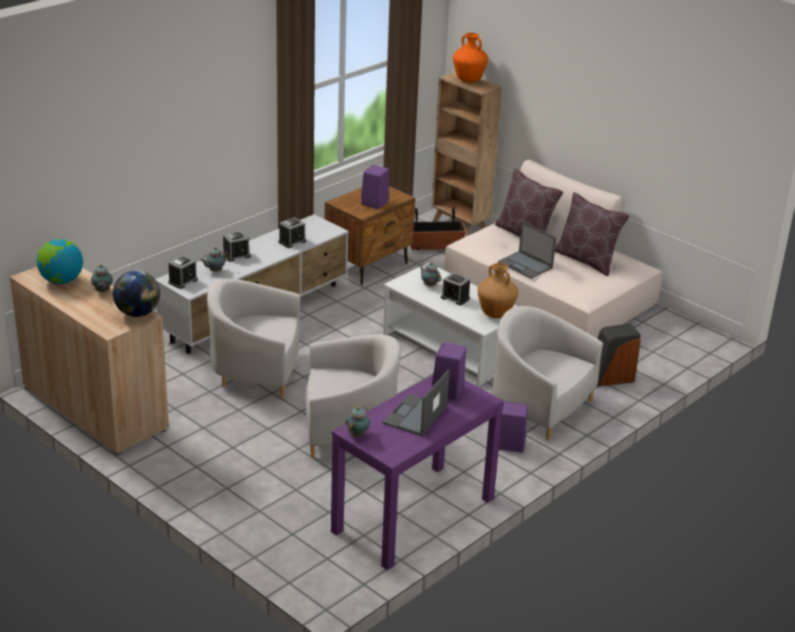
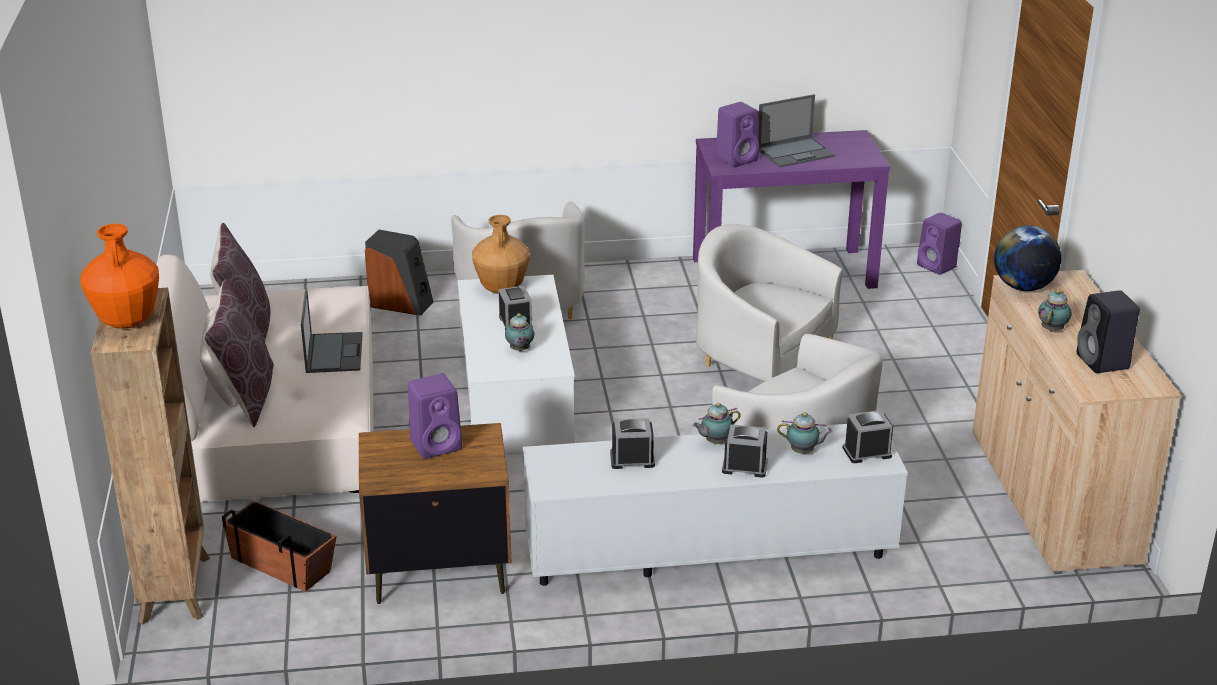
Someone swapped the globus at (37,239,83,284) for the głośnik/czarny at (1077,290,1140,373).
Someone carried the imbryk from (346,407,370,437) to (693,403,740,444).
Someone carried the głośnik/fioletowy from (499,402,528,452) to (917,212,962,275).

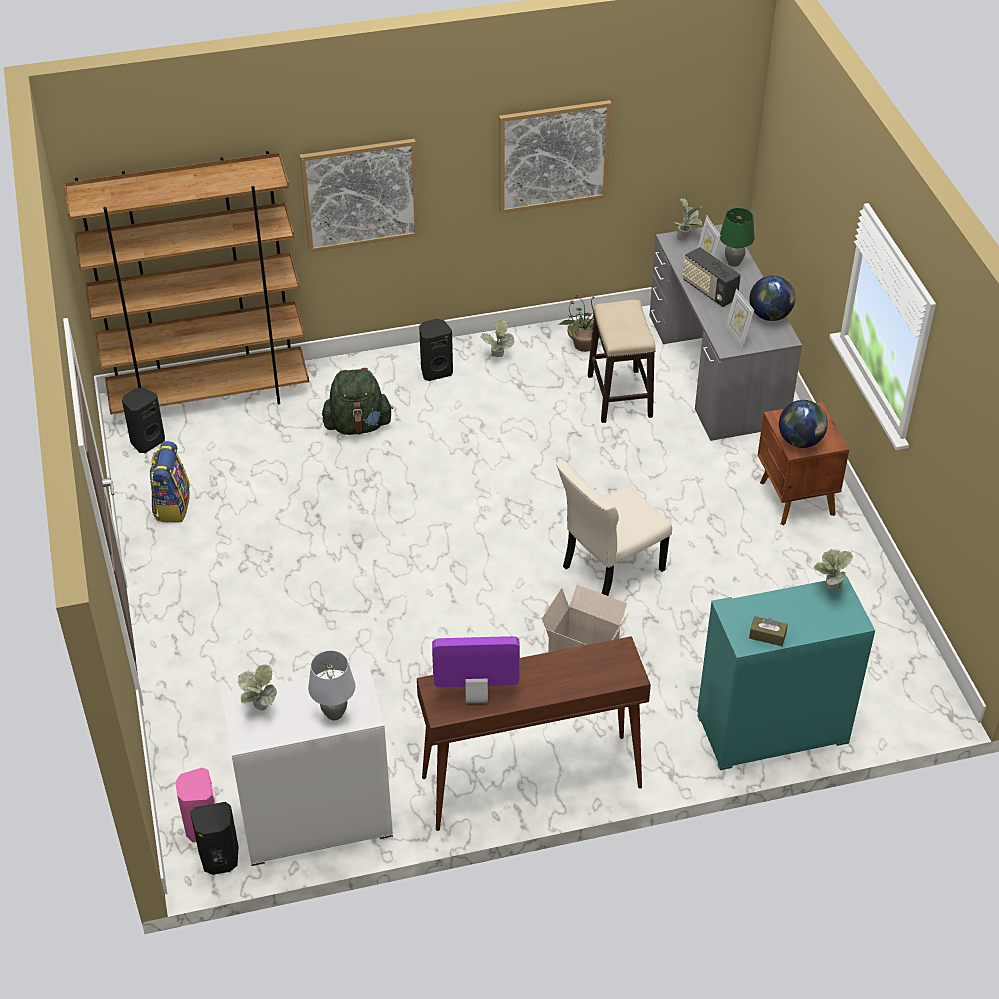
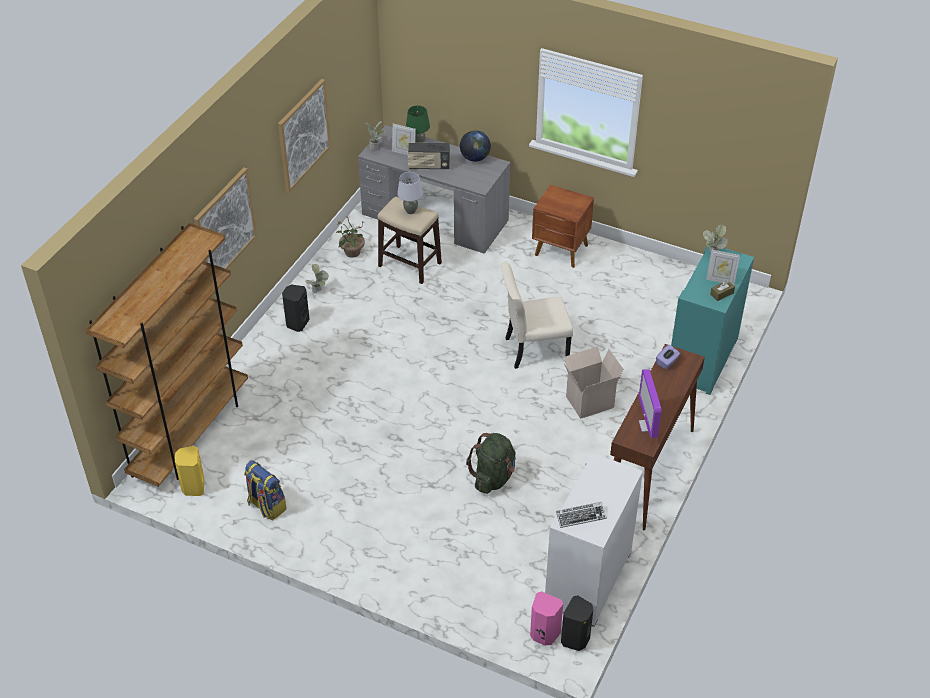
Someone repainted the głośnik/czarny at (122,387,165,453), which became the głośnik/żółty at (175,446,204,496).
Someone swapped the roślina doniczkowa at (238,665,277,711) for the klawiatura at (556,502,607,528).
Someone carried the lampa stołowa/szary from (308,650,355,720) to (397,172,423,214).
Someone carried the plecak/zielony from (322,368,393,435) to (466,433,515,494).
Someone rotated the monitor at (432,636,520,703) by 45 degrees counterclockwise.
Someone rotated the krzesło/beżowy at (556,460,672,596) by 75 degrees clockwise.
Someone carried the ramka na zdjęcie from (725,289,754,347) to (706,250,740,285).
Someone took away the globus at (779,400,828,448).
Someone put down the pudełko chusteczek/fioletowy at (656,345,680,369).

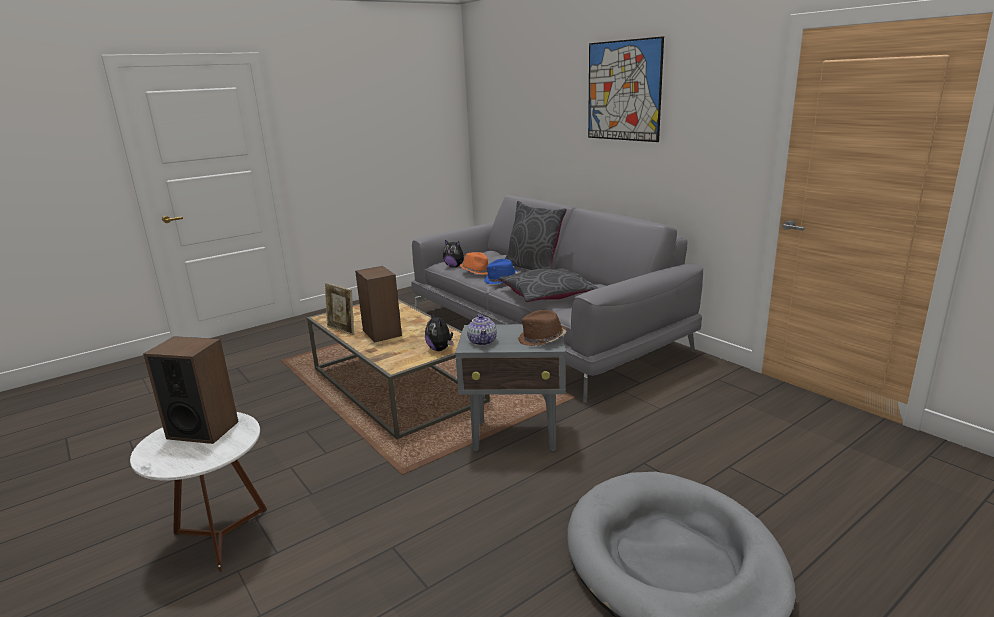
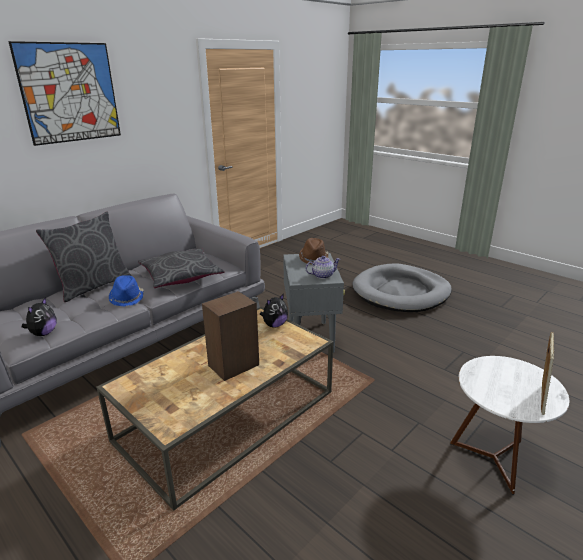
Someone took away the głośnik at (143,336,239,444).
Someone carried the ramka na zdjęcie from (325,283,354,335) to (541,332,554,415).
Someone took away the kapelusz/pomarańczowy at (460,252,488,275).

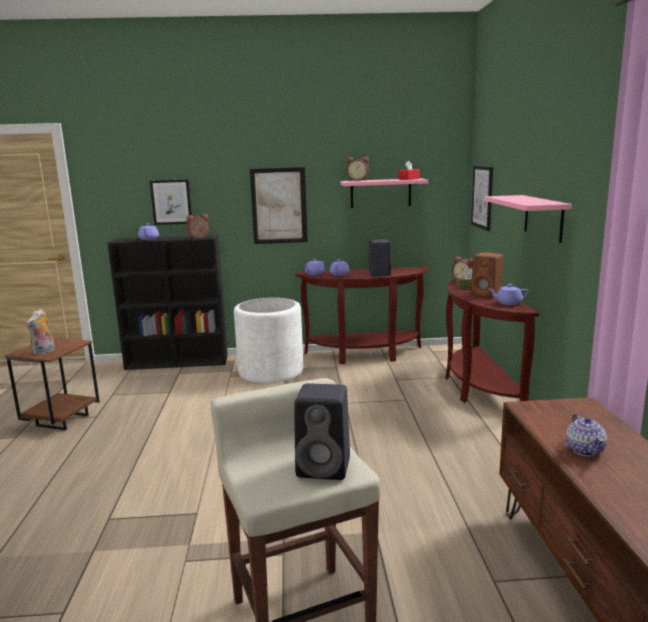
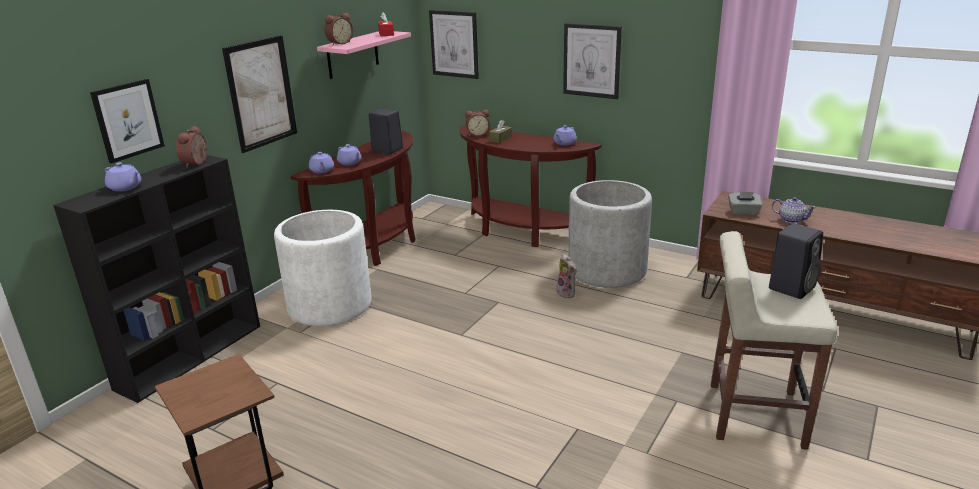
Someone carried the pluszak from (26,309,54,356) to (556,253,577,298).
Someone took away the głośnik/brązowy at (471,252,503,298).
Someone swapped the półka/różowy at (484,195,572,243) for the obraz at (563,23,622,99).
Someone put down the donica/szary at (568,180,652,288).
Someone put down the pudełko chusteczek/szary at (728,191,762,215).

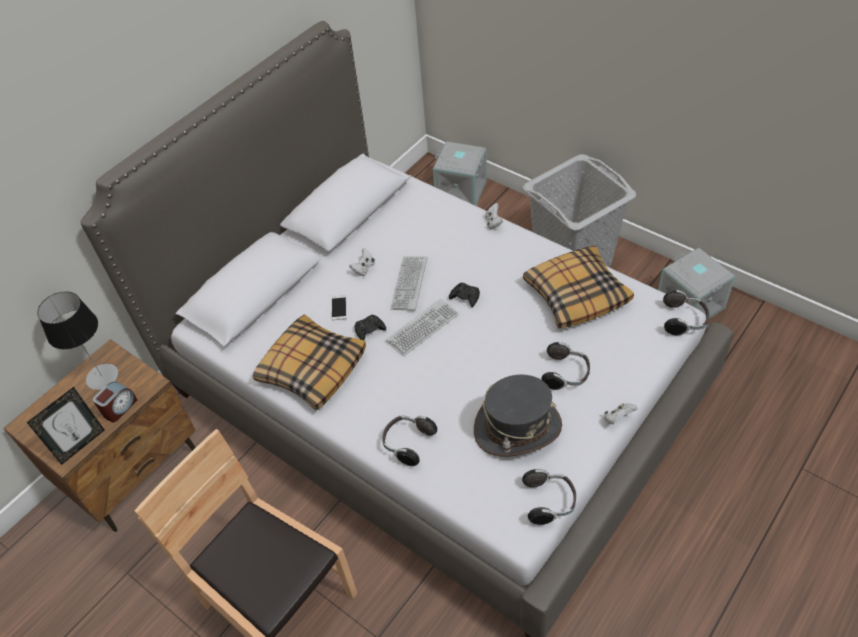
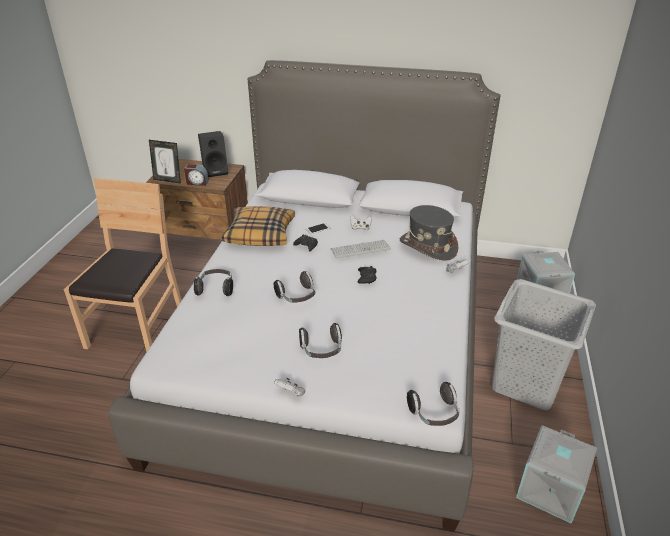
Someone swapped the lampa stołowa at (37,291,119,390) for the głośnik/czarny at (198,131,228,177).
Someone took away the klawiatura at (386,299,458,356).
Someone carried the kapelusz/szary from (474,374,562,457) to (400,205,458,261).
Someone carried the słuchawki from (522,469,576,525) to (274,271,315,303).
Someone took away the poduszka at (523,246,634,328).

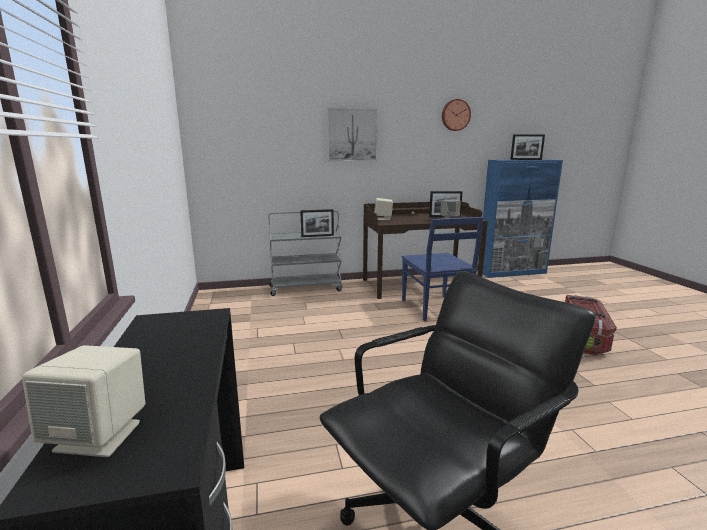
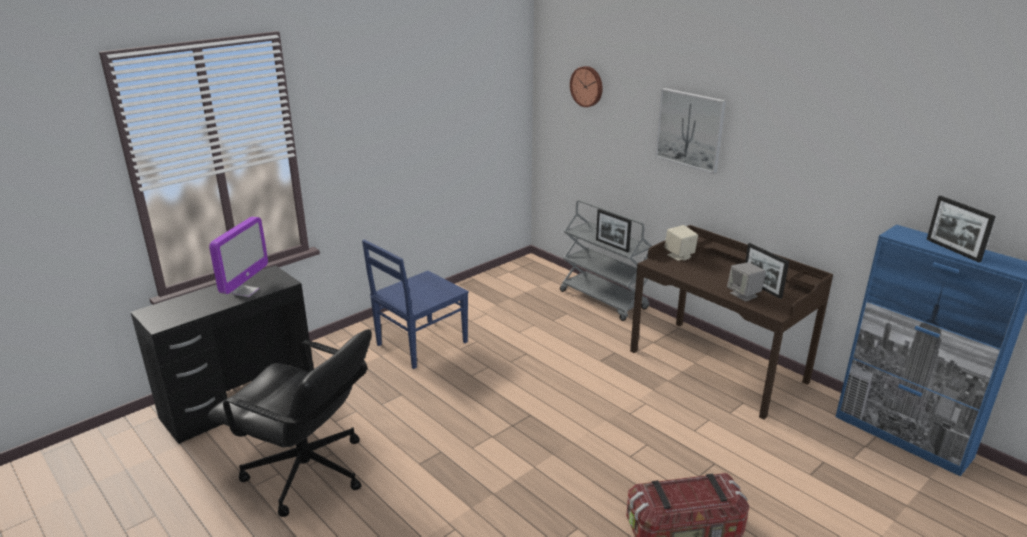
Someone took away the głośnik/beżowy at (22,345,145,457).
Someone carried the krzesło/niebieski from (402,217,483,321) to (362,240,469,369).
Someone carried the zegar ścienny from (442,99,471,131) to (570,66,603,107).
Someone put down the monitor at (209,217,268,297).

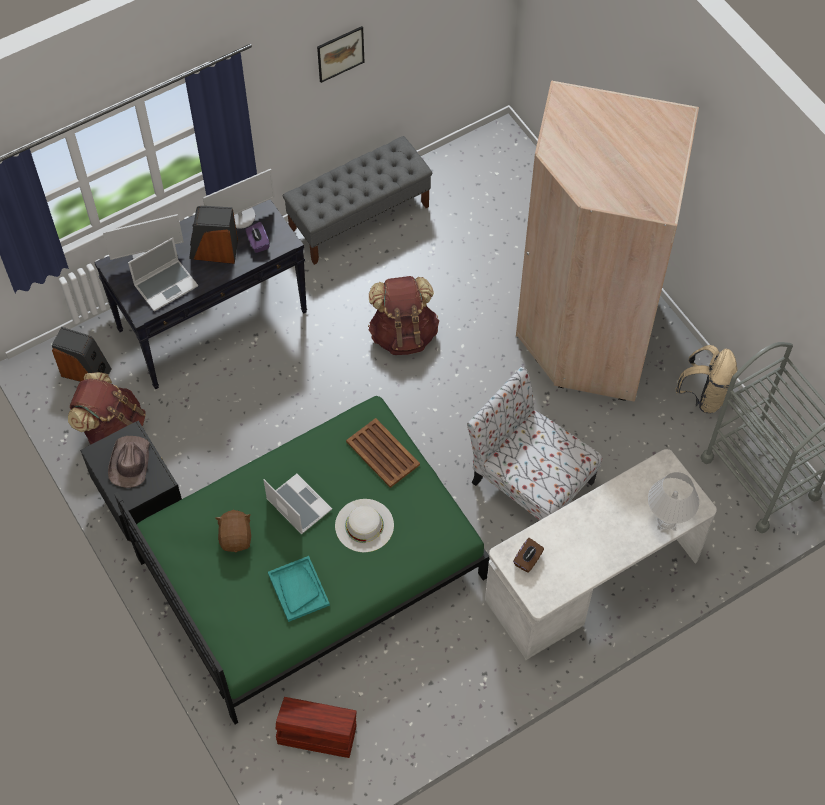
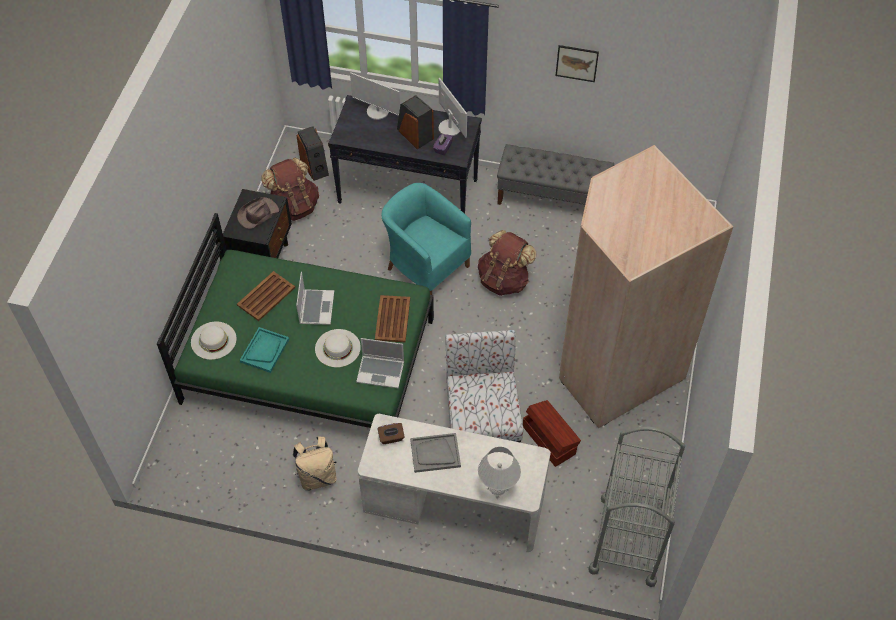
Someone carried the laptop from (128,237,198,311) to (356,338,404,388).
Someone rotated the monitor at (203,169,275,229) by 135 degrees counterclockwise.
Someone swapped the pluszak/brązowy at (215,509,251,552) for the taca/brązowy at (237,271,295,321).
Someone carried the pojemnik do przechowywania/brązowy from (275,697,357,758) to (523,400,581,467).
Someone carried the plecak/beżowy from (676,345,737,413) to (293,436,337,491).
Someone put down the kapelusz/biały at (191,322,237,360).
Someone put down the fotel/turkusowy at (382,183,471,295).
Someone put down the taca/szary at (410,433,461,473).

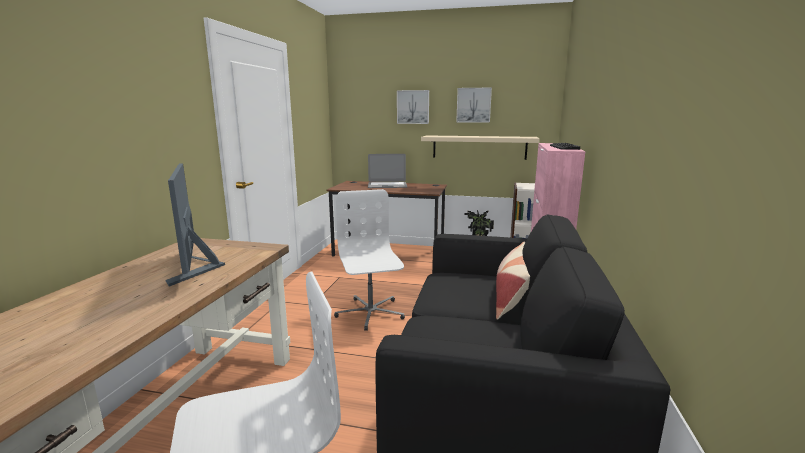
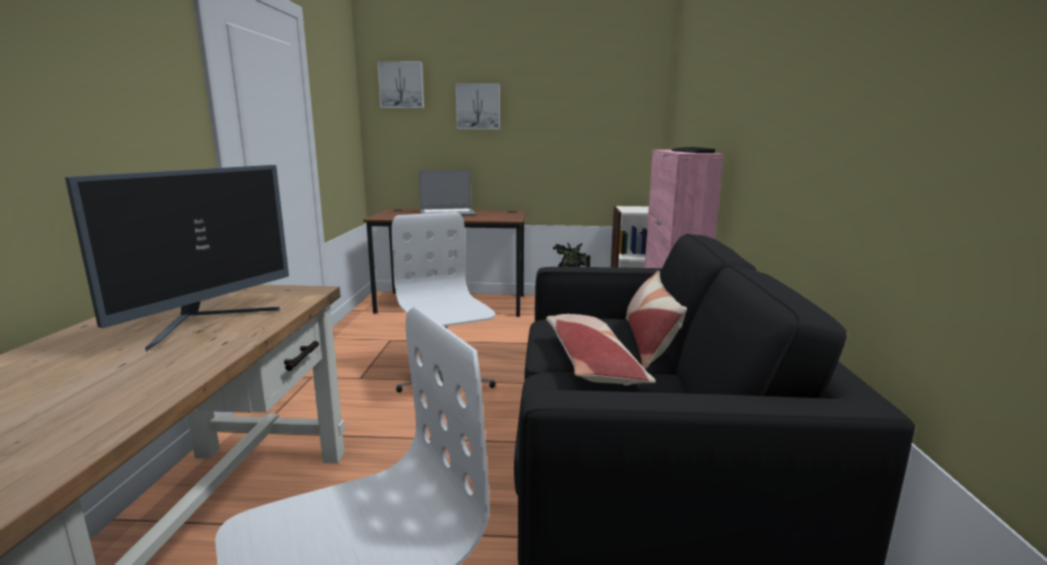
Someone rotated the monitor at (165,163,225,286) by 120 degrees counterclockwise.
Someone took away the półka/beżowy at (421,135,540,160).
Someone carried the obraz from (456,88,492,123) to (377,62,424,108).
Someone put down the poduszka at (546,314,656,385).

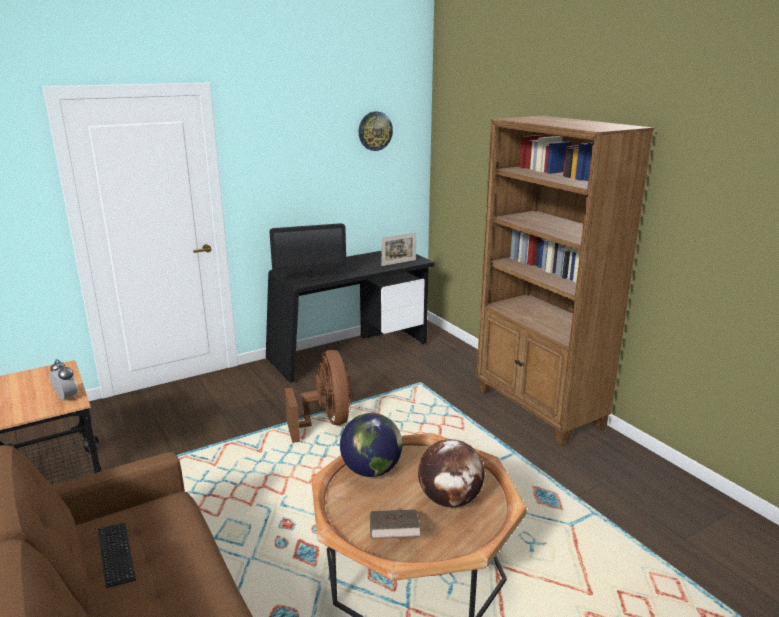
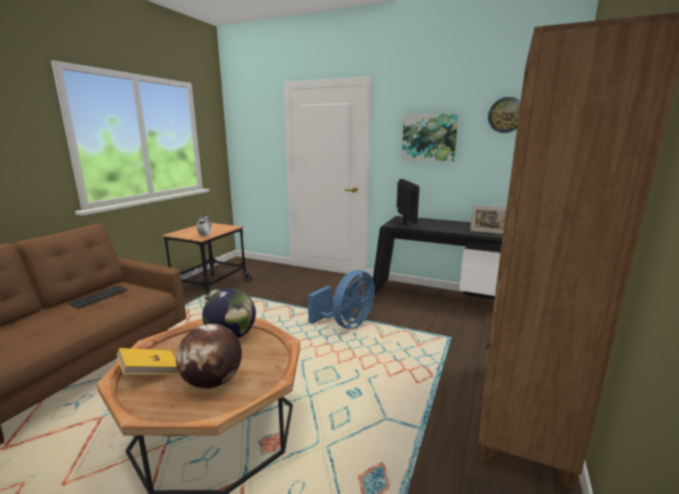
Someone rotated the monitor at (269,223,346,281) by 135 degrees counterclockwise.
Someone repainted the wentylator/brązowy at (285,350,351,443), which became the wentylator/niebieski at (308,270,375,329).
Someone repainted the książka/brązowy at (370,509,421,539), which became the książka/żółty at (117,348,178,374).
Someone put up the obraz at (402,114,458,162).

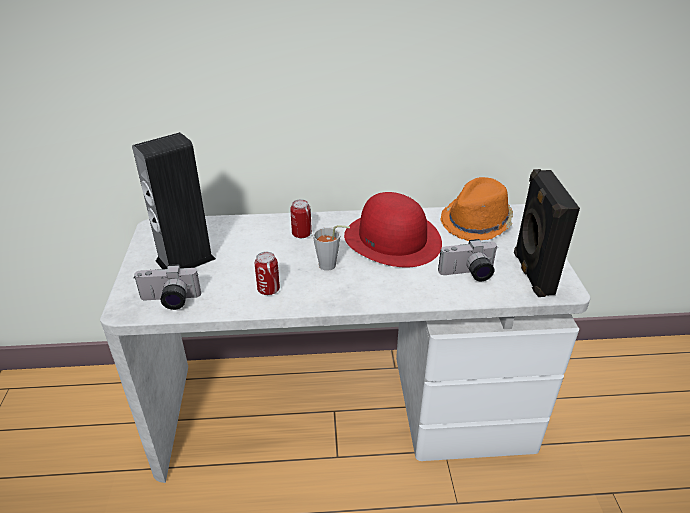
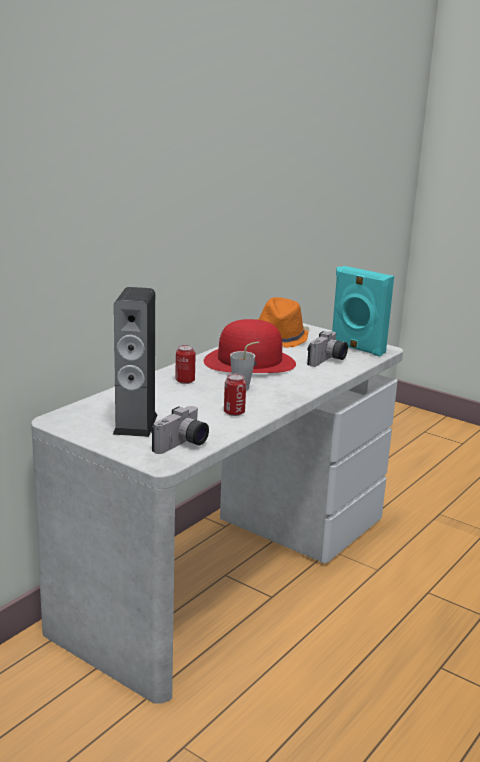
Someone repainted the głośnik/czarny at (514,169,580,297), which became the głośnik/turkusowy at (332,266,394,356).

